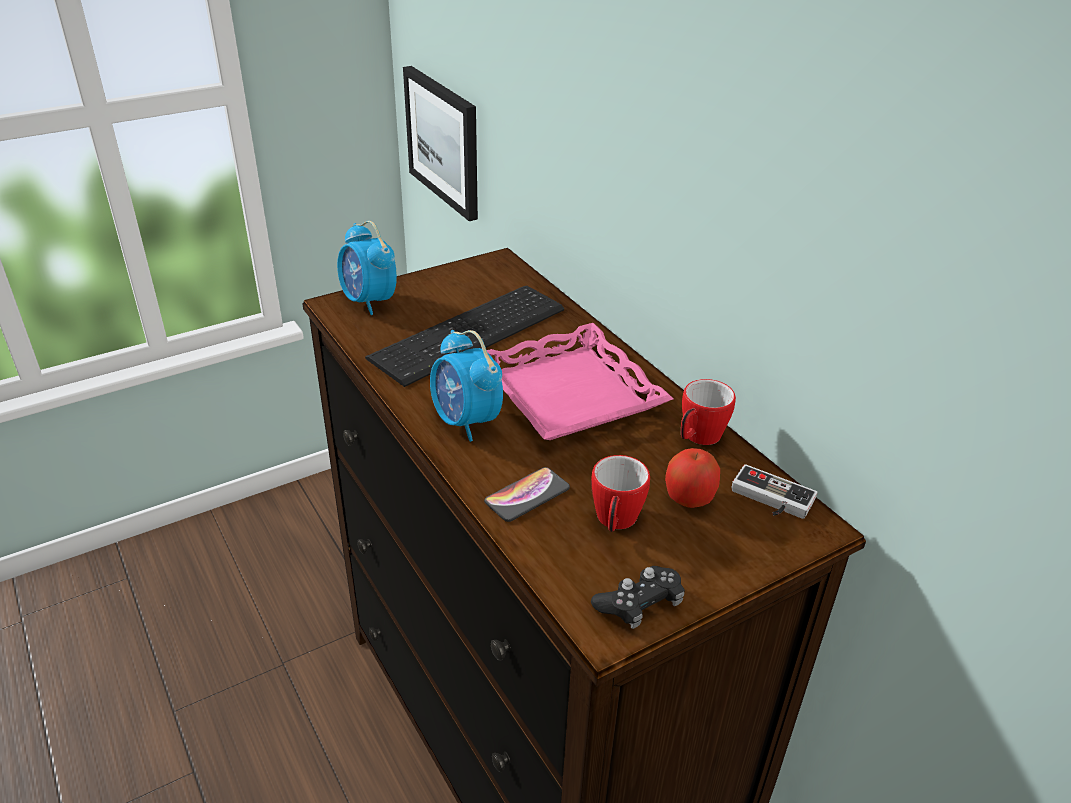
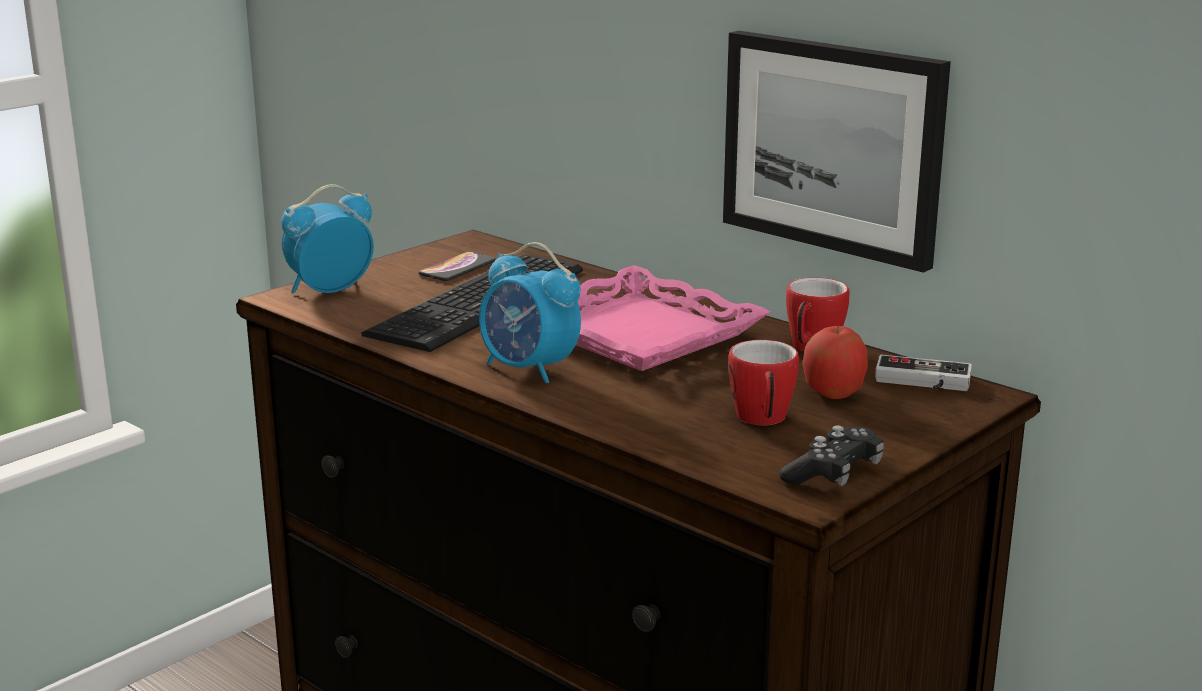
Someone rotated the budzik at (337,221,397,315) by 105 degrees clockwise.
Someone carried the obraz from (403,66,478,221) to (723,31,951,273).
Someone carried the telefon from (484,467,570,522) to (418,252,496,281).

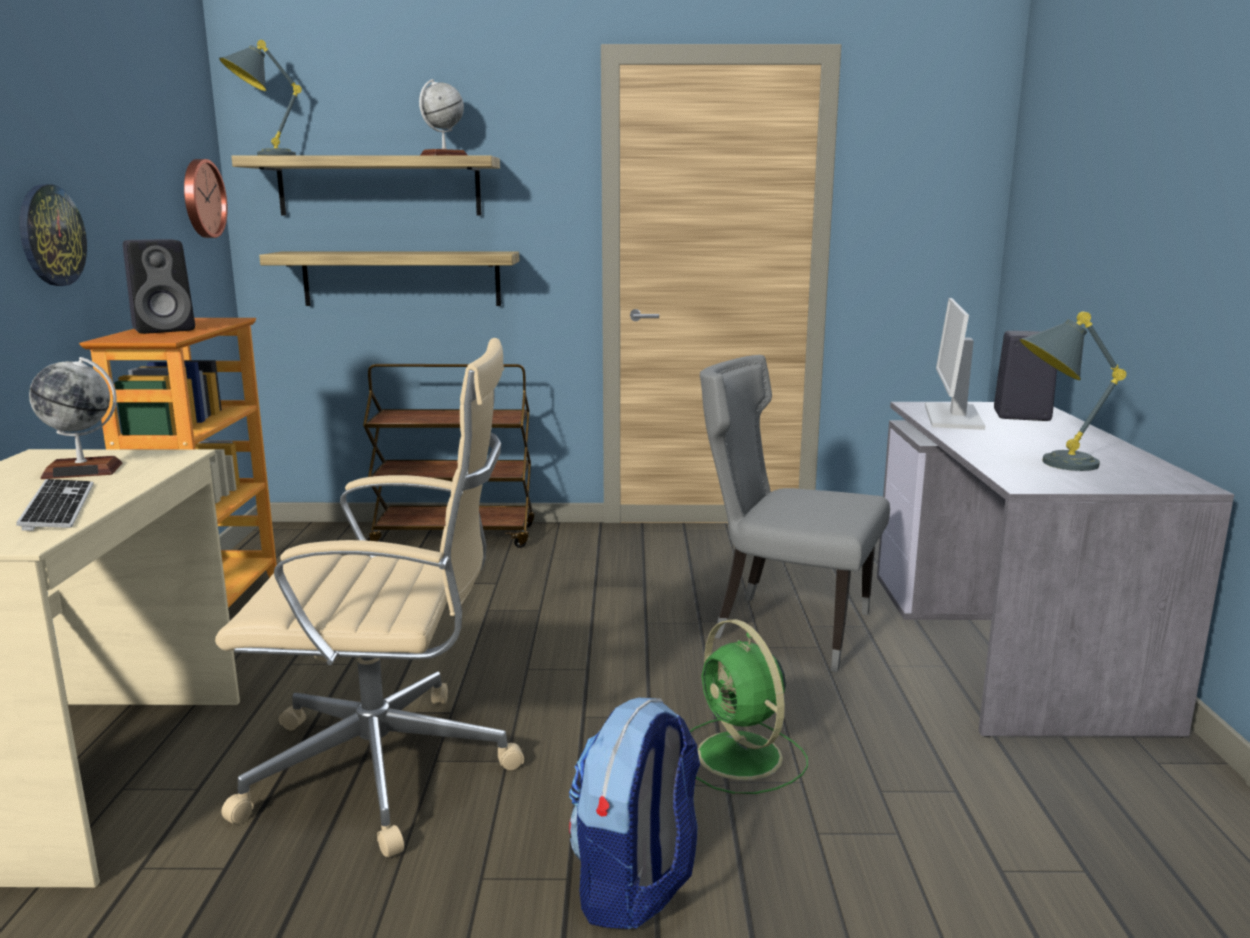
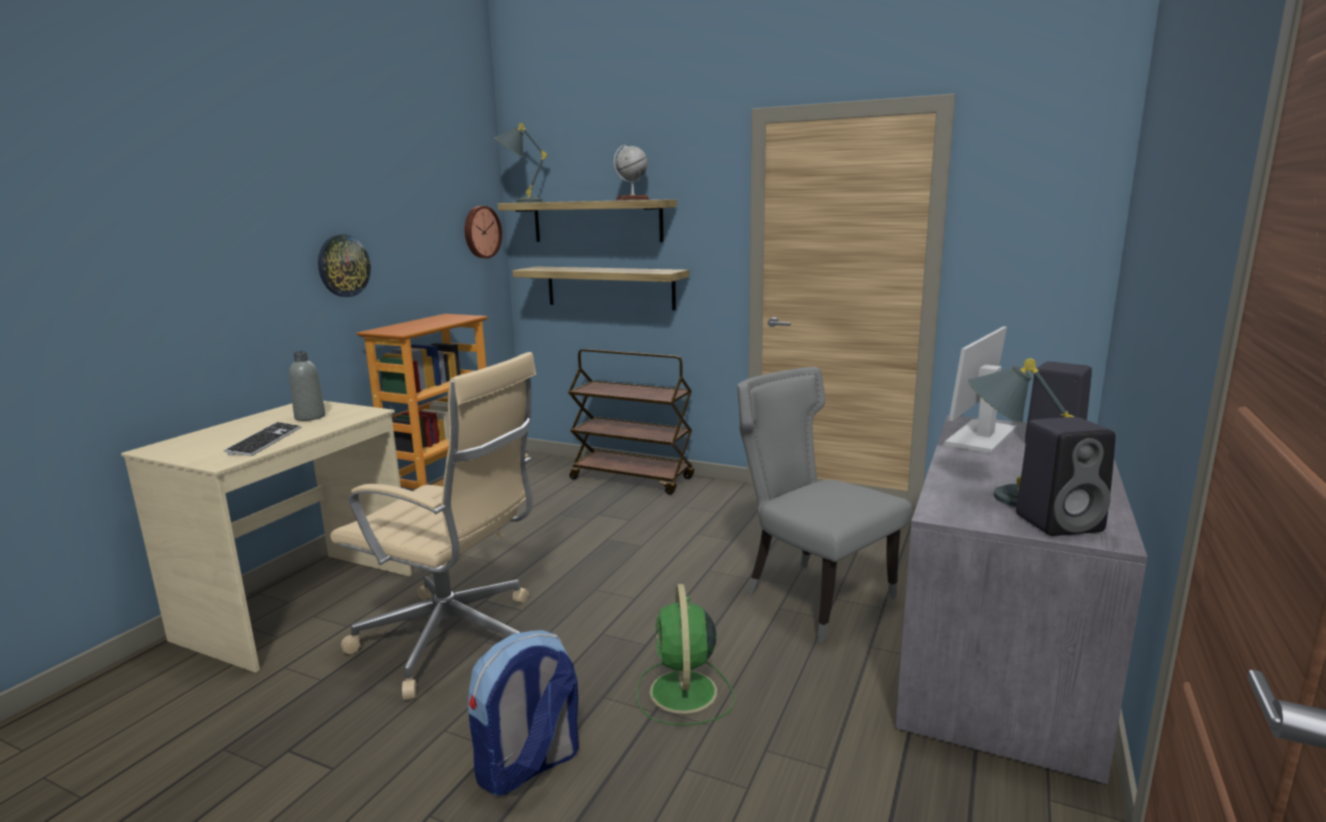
Someone swapped the globus at (29,357,123,479) for the butelka/szary at (289,351,325,421).
Someone carried the głośnik/czarny from (123,239,195,334) to (1016,417,1116,536).

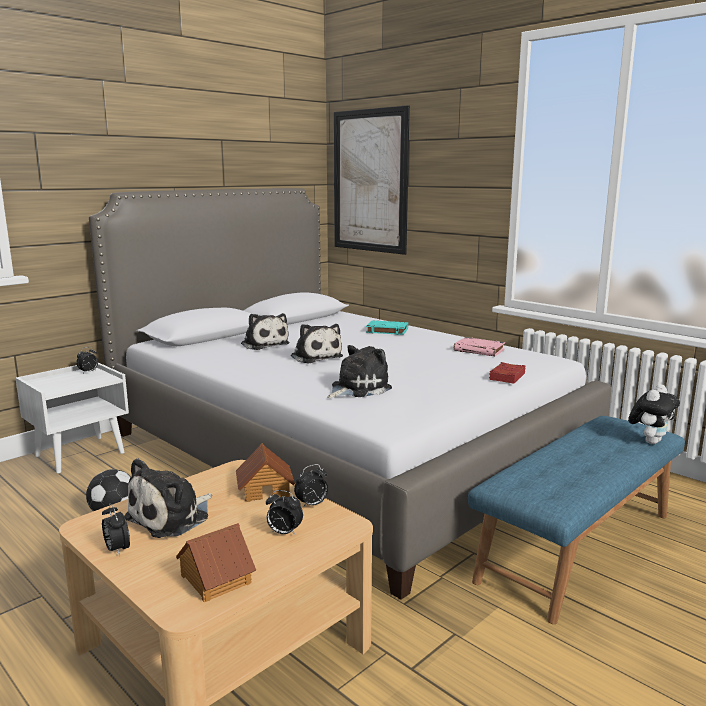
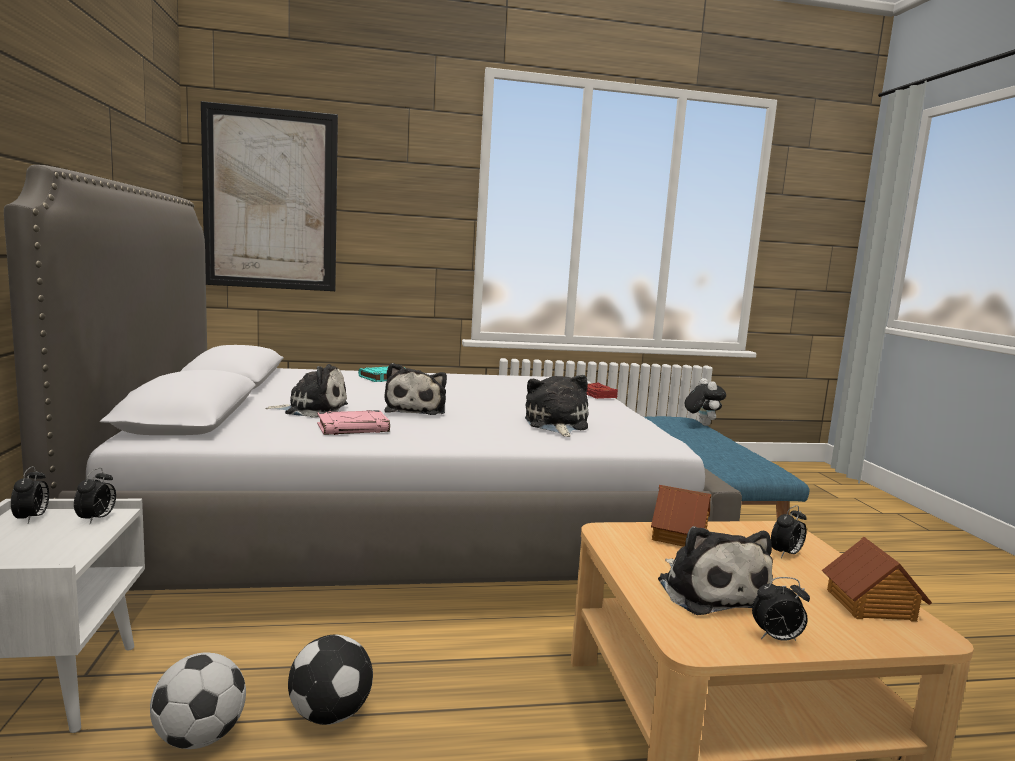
Someone rotated the pluszak at (291,324,343,364) by 90 degrees clockwise.
Someone carried the budzik from (294,464,328,508) to (74,468,116,524).
Someone carried the książka/różowy from (454,337,505,356) to (317,410,390,435).
Someone put down the piłka futbolowa at (150,652,246,749).

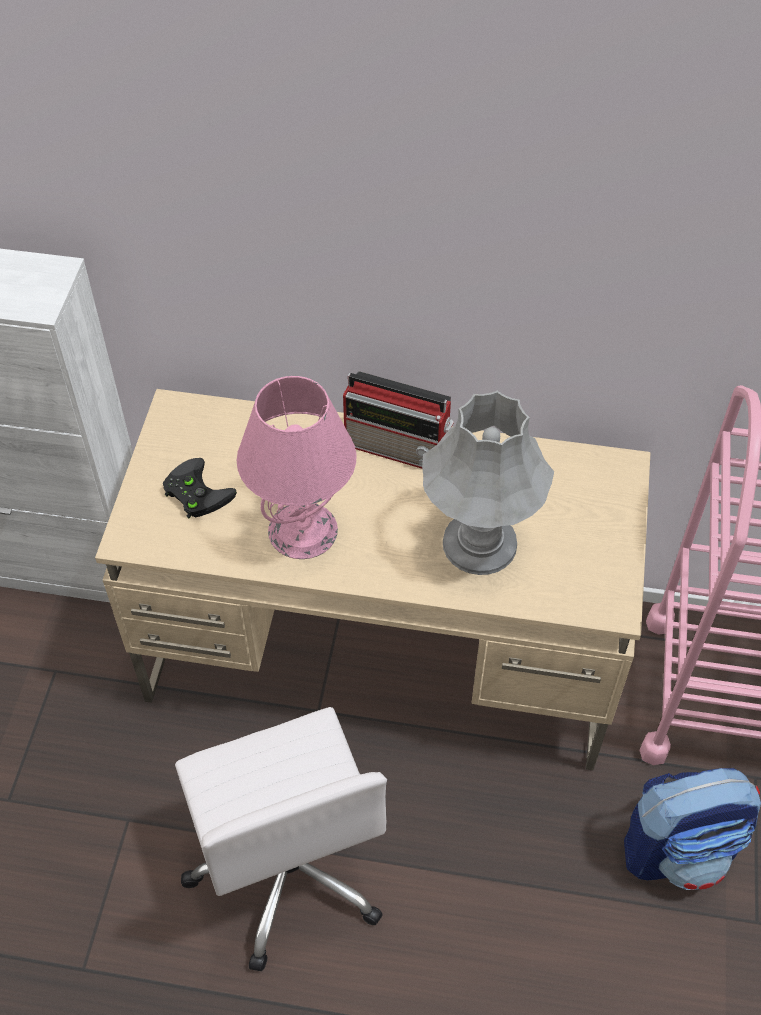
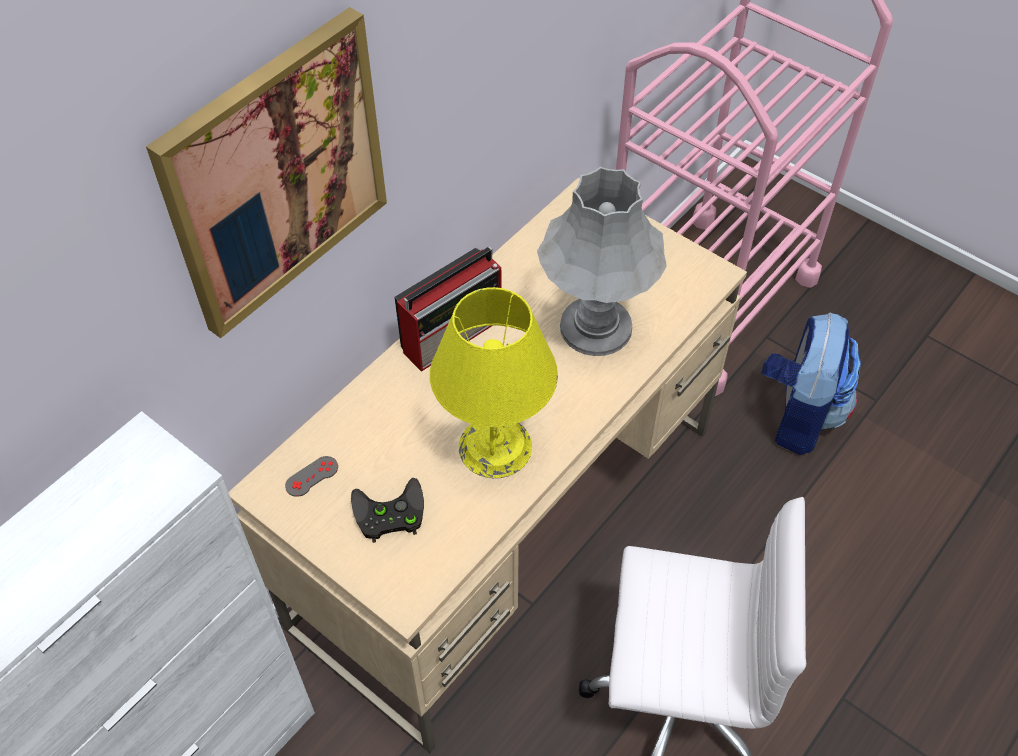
Someone repainted the lampa stołowa/różowy at (237,376,357,559), which became the lampa stołowa/żółty at (430,287,558,478).
Someone put up the obraz at (146,7,387,338).
Someone put down the pad do gier/szary at (285,456,338,497).

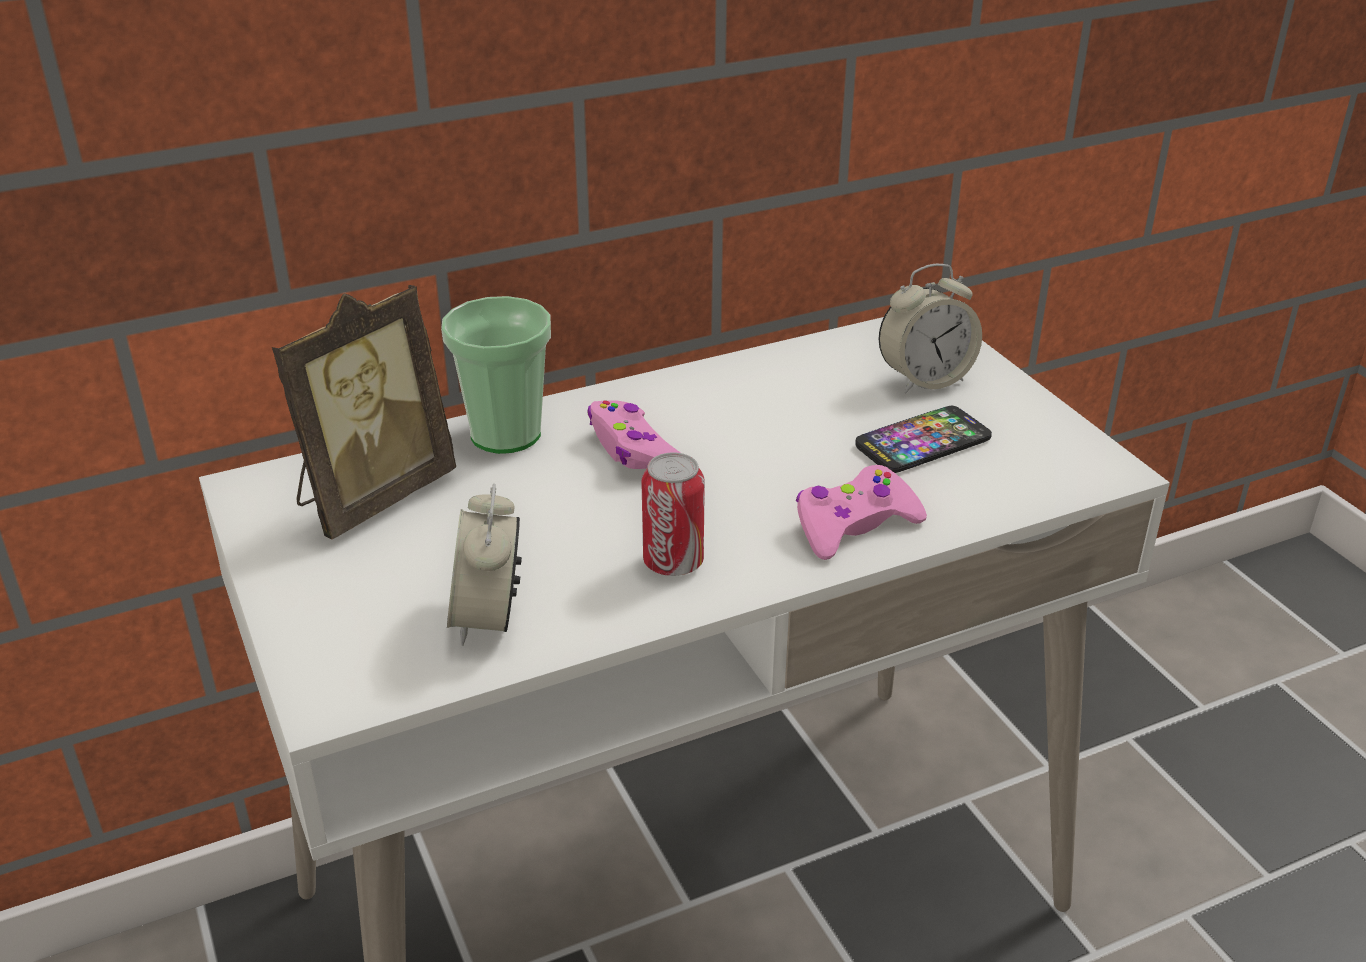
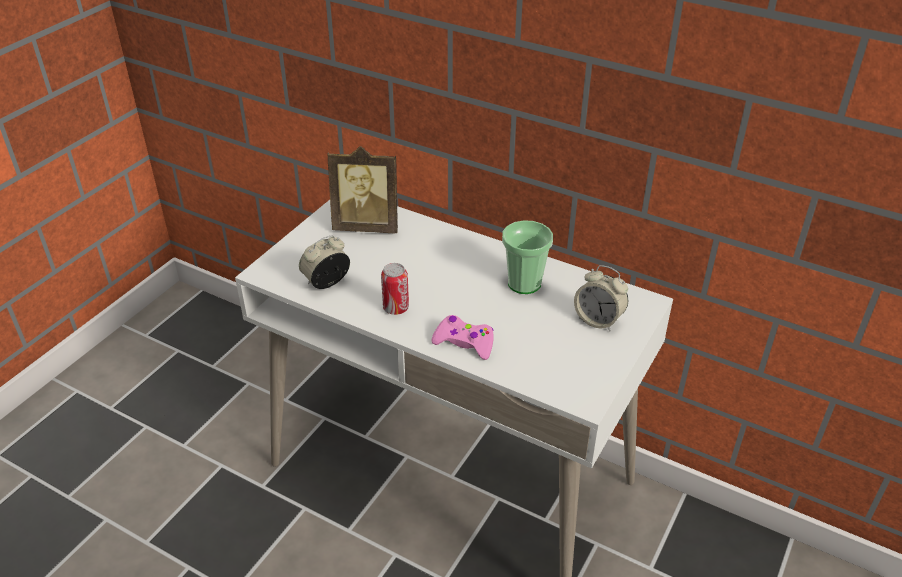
Someone carried the filiżanka from (441,296,551,454) to (502,220,553,294).
Someone took away the pad do gier/różowy at (587,401,680,469).
Someone took away the telefon at (855,406,992,473).

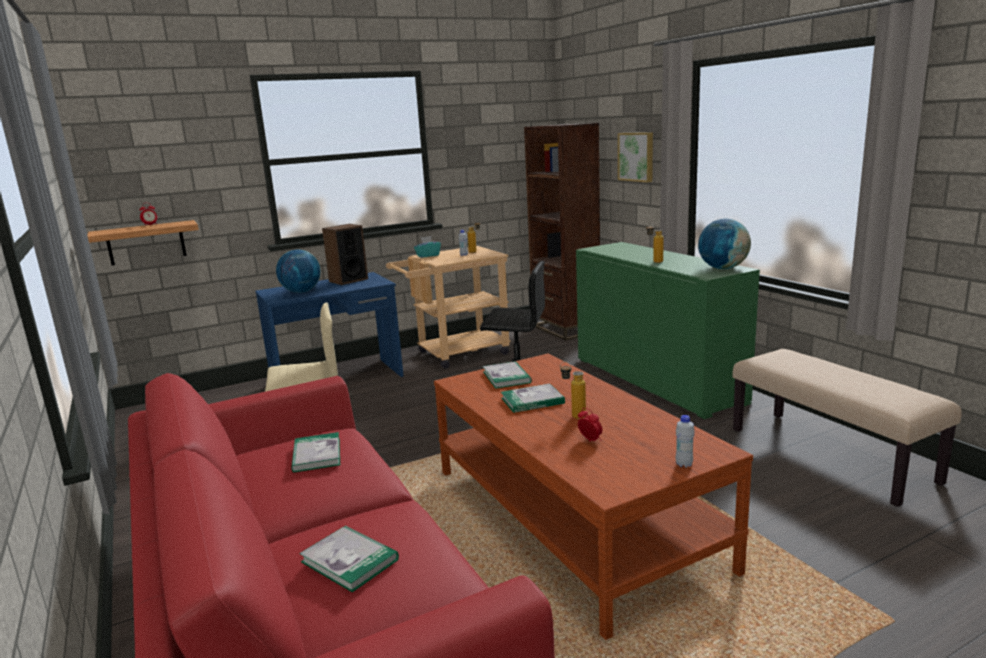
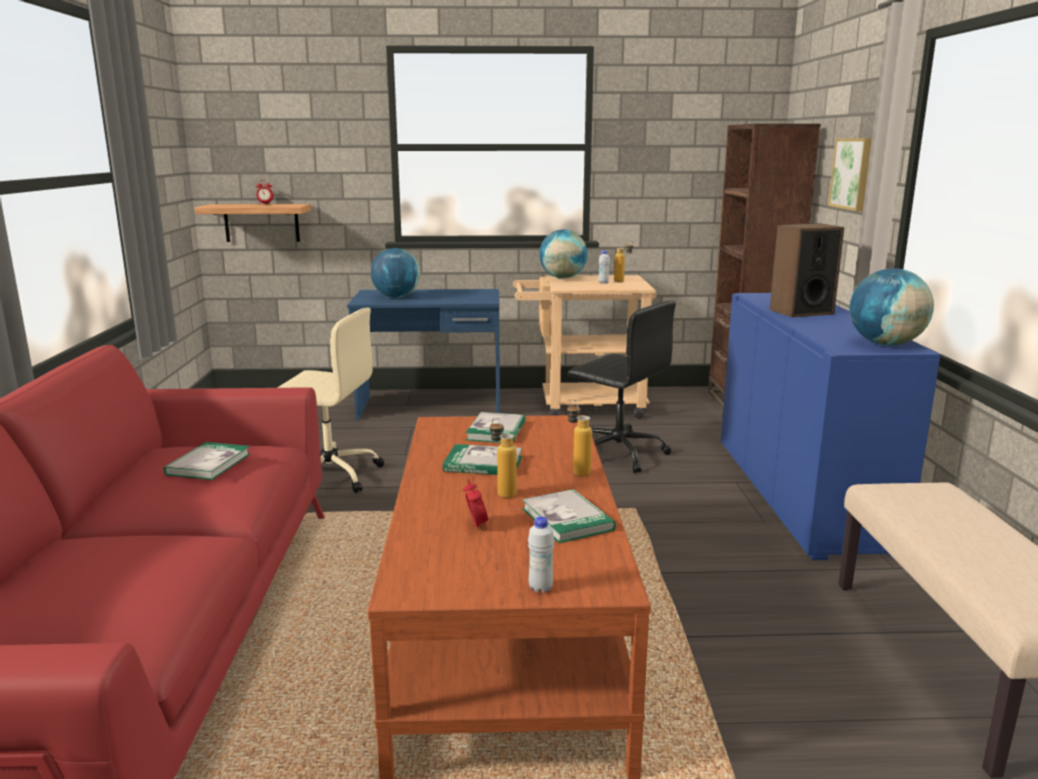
Someone carried the książka from (299,526,399,592) to (522,489,616,543).
Someone carried the głośnik from (322,224,368,285) to (770,223,844,317).
Someone swapped the pudełko chusteczek/turkusowy at (414,236,441,258) for the globus at (539,230,588,278).
Someone repainted the szafka/zielony at (576,242,760,419), which became the szafka/niebieski at (721,293,941,560).
Someone carried the butelka from (646,223,664,263) to (567,400,592,476).

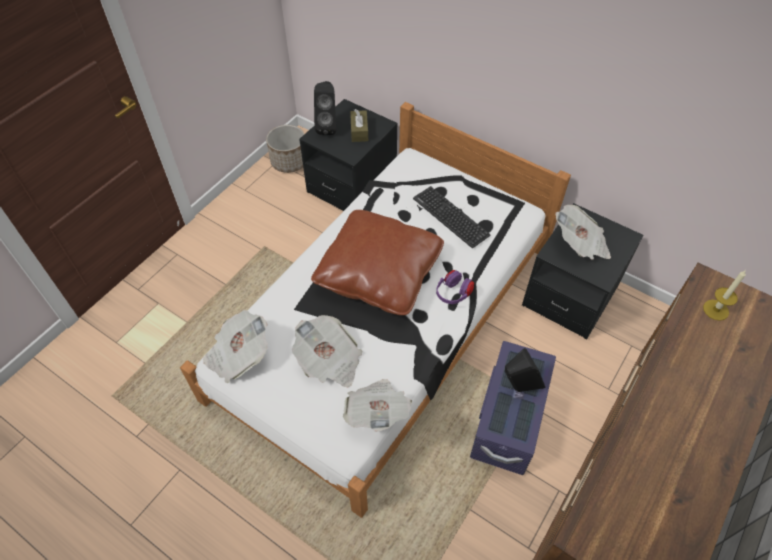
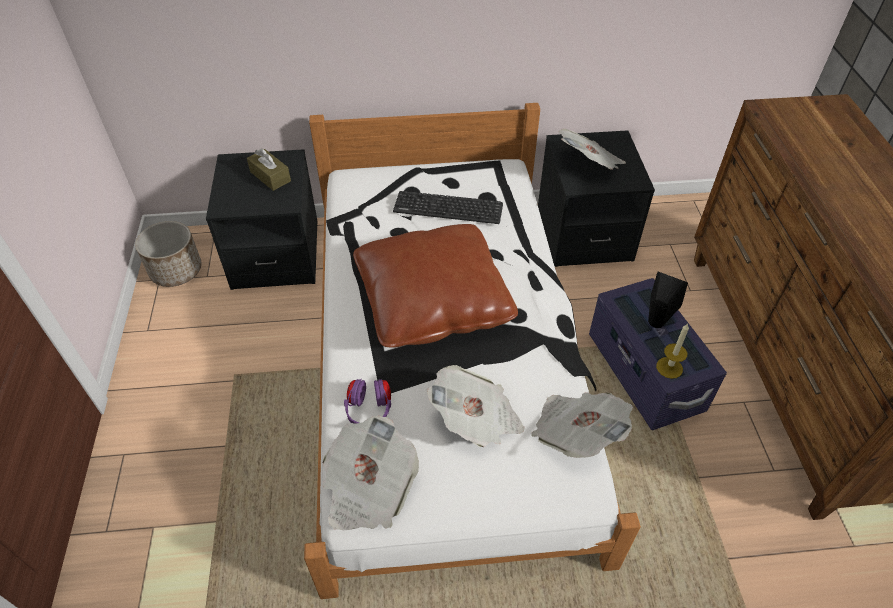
Someone took away the głośnik/czarny at (314,81,336,135).
Someone carried the słuchawki/fioletowy from (436,270,474,304) to (344,379,391,424).
Someone carried the świeca from (703,270,746,321) to (656,323,689,379).

